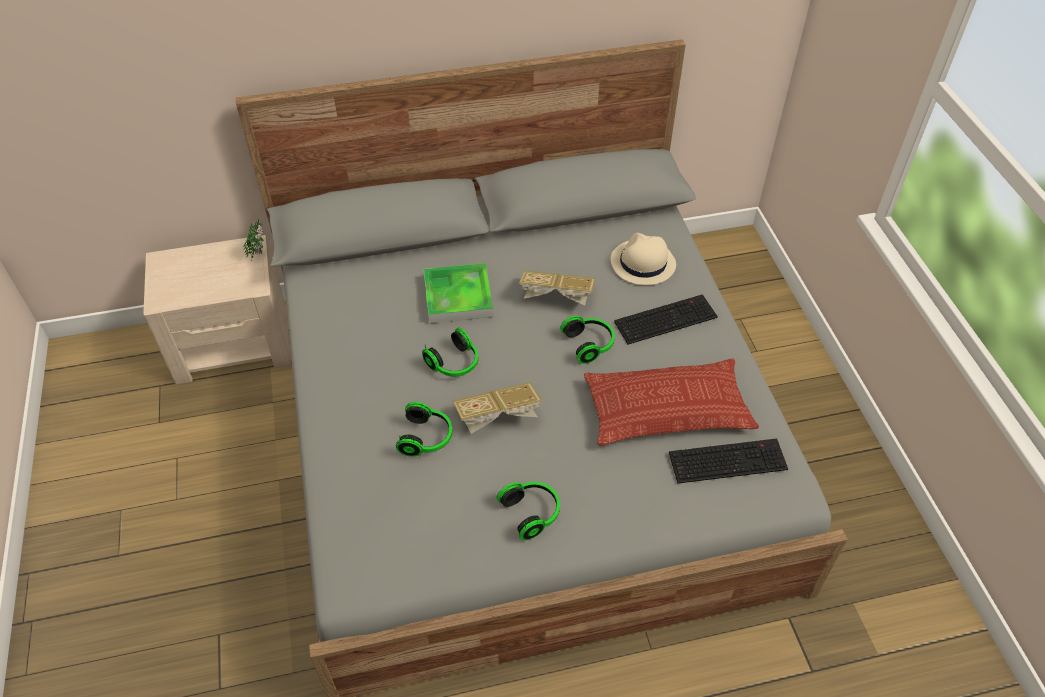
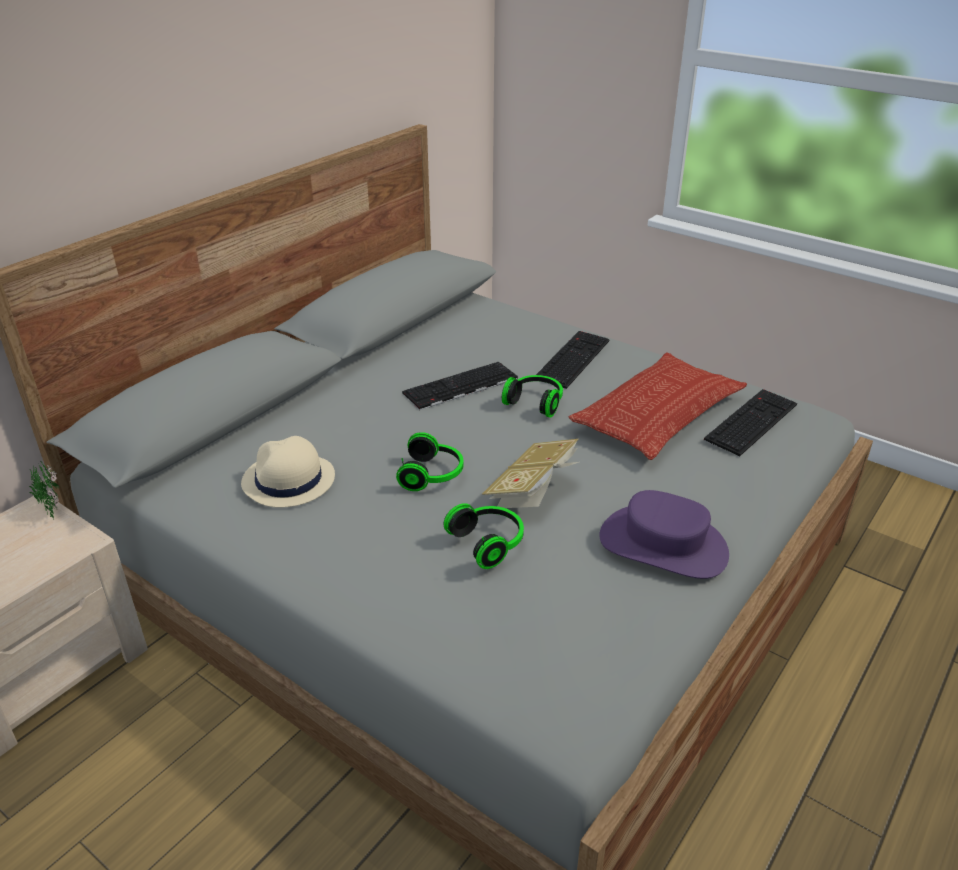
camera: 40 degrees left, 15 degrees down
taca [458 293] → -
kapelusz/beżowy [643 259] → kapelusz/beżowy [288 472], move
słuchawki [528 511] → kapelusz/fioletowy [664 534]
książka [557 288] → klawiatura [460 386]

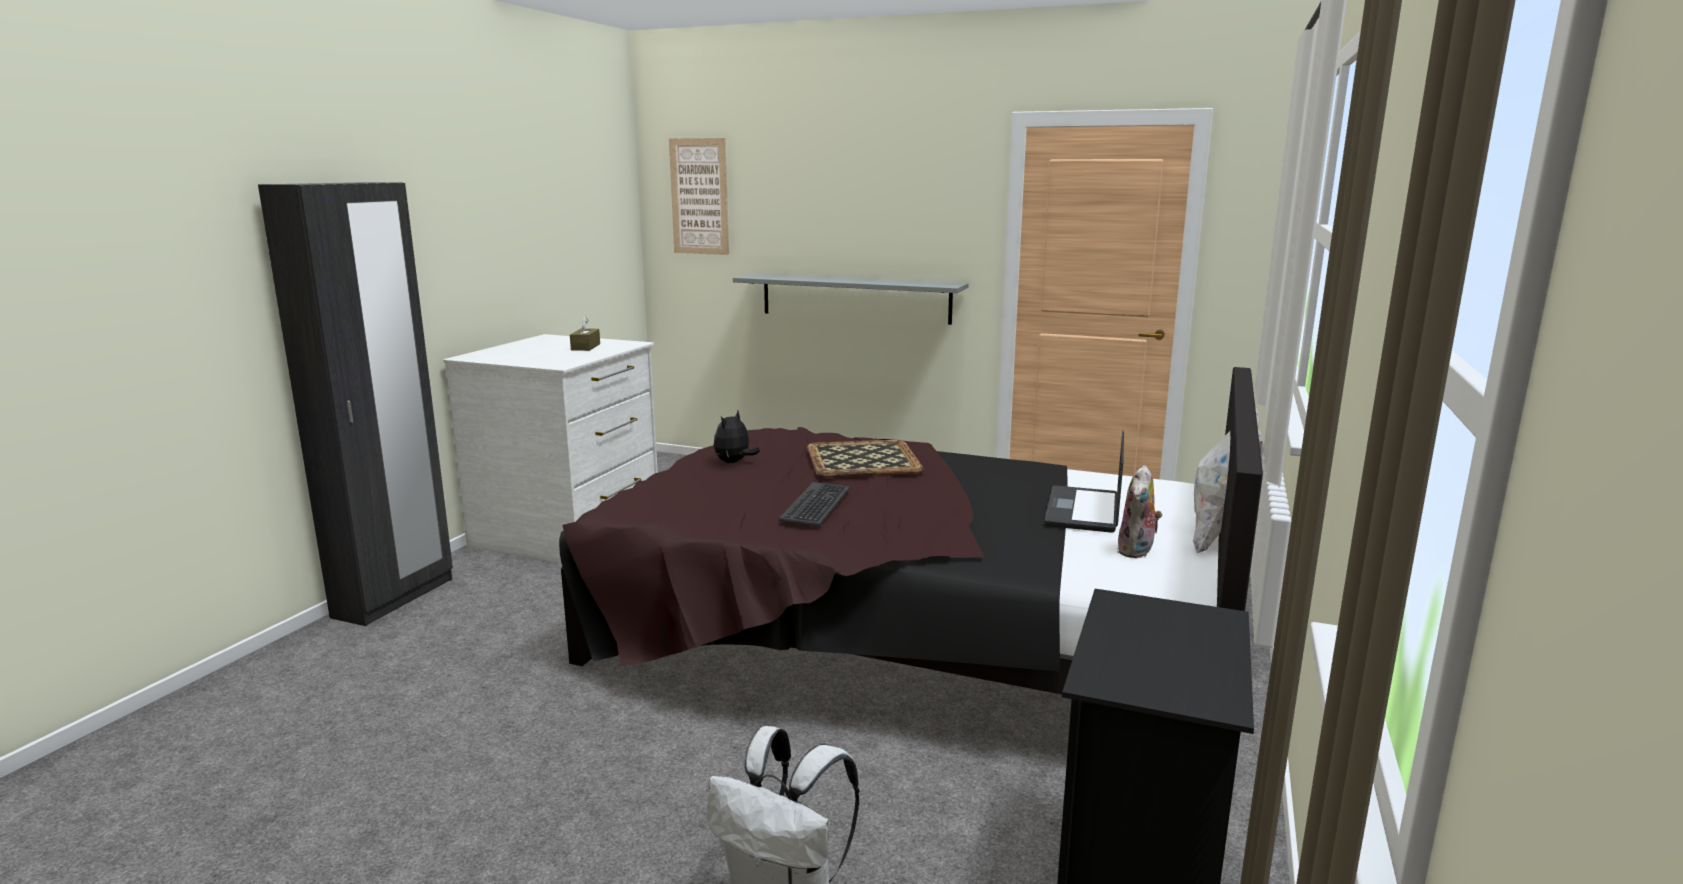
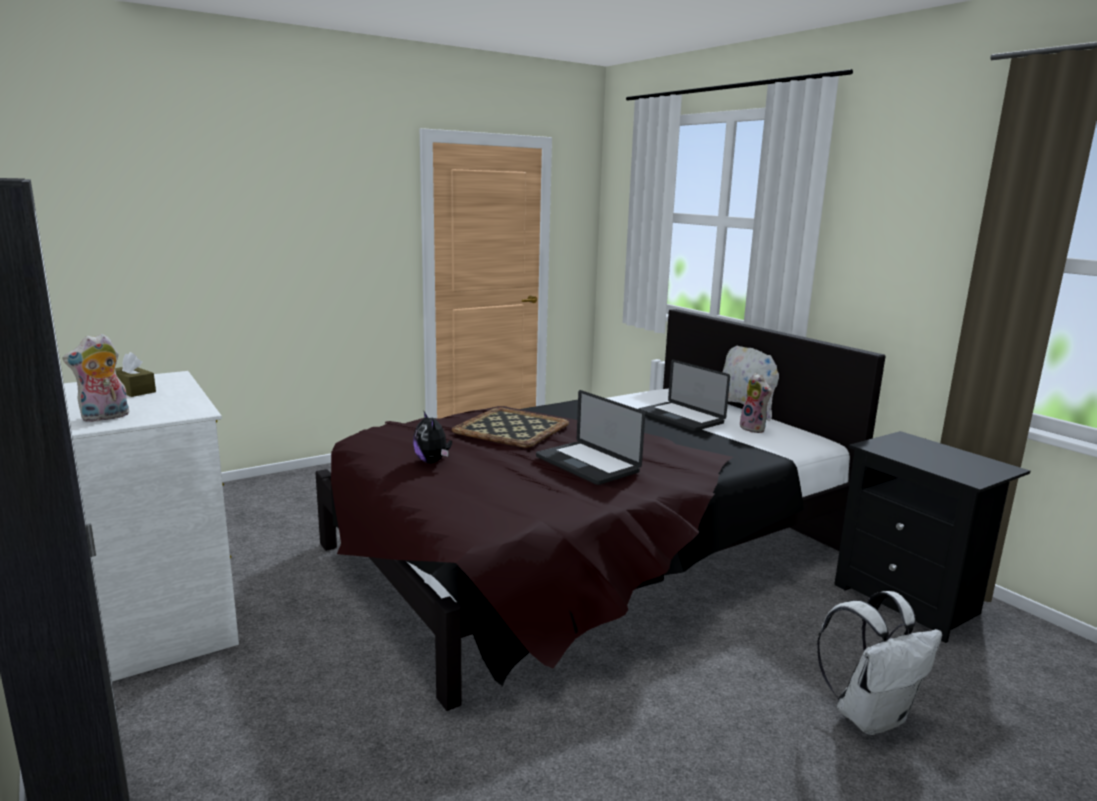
camera: 55 degrees left, 0 degrees up
obraz [699 196] → -
półka/szary [851 299] → -
- → pluszak [95 378]
klawiatura [814 504] → laptop [590 437]

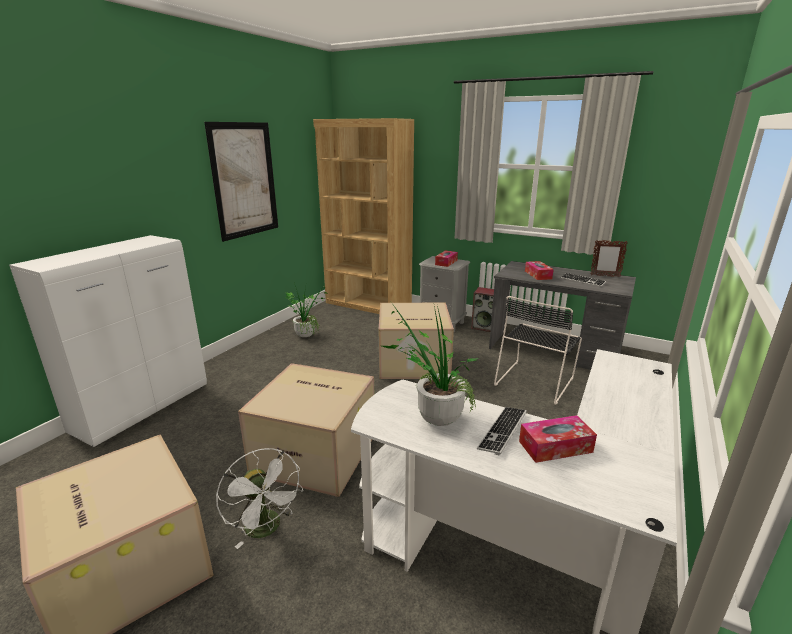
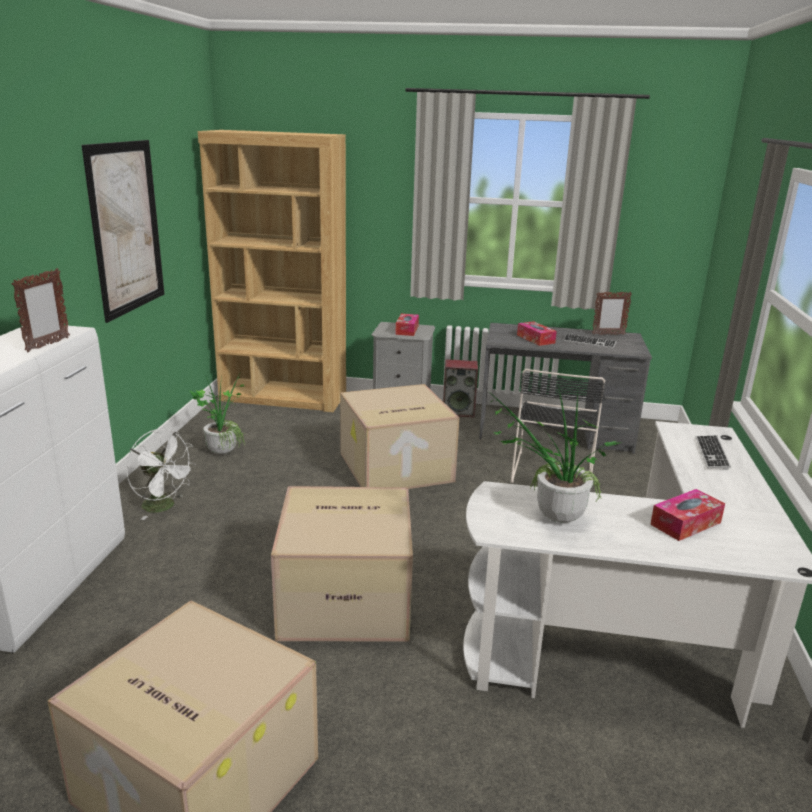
camera: 20 degrees left, 0 degrees up
- → ramka na zdjęcie [41 310]
wentylator/biały [259 498] → wentylator/biały [161 474], move
klawiatura [502 431] → klawiatura [713 452], move

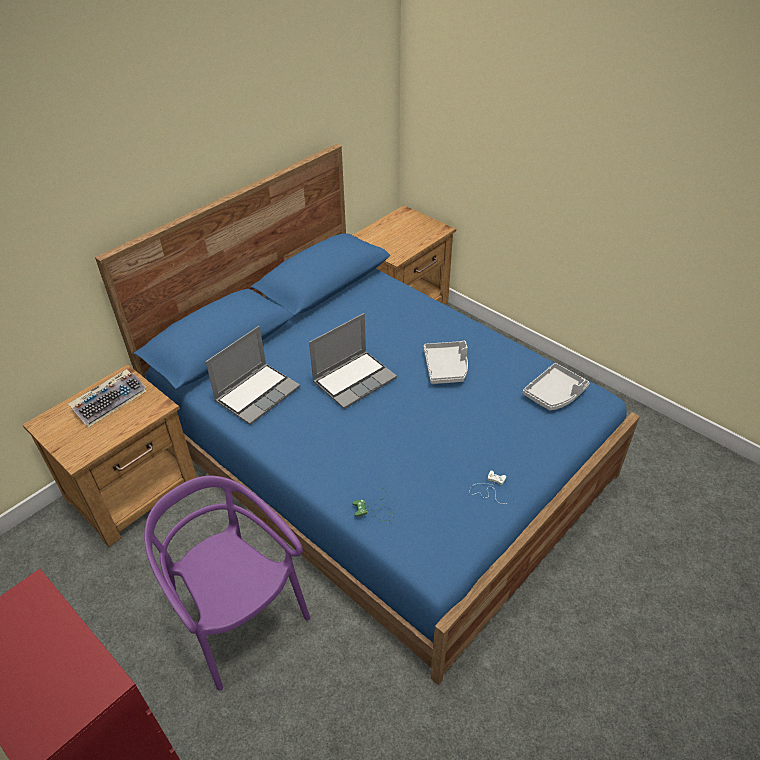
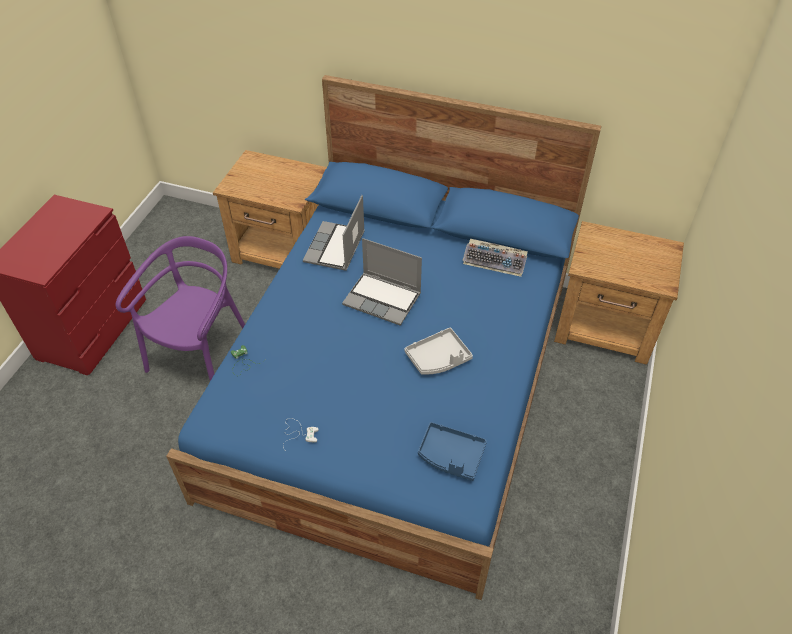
camera: 65 degrees right, 5 degrees up
klawiatura [107 398] → klawiatura [495 258], move
taca/szary [556 387] → taca/niebieski [452 451]
laptop [253 375] → laptop [334 233], 90 degrees clockwise

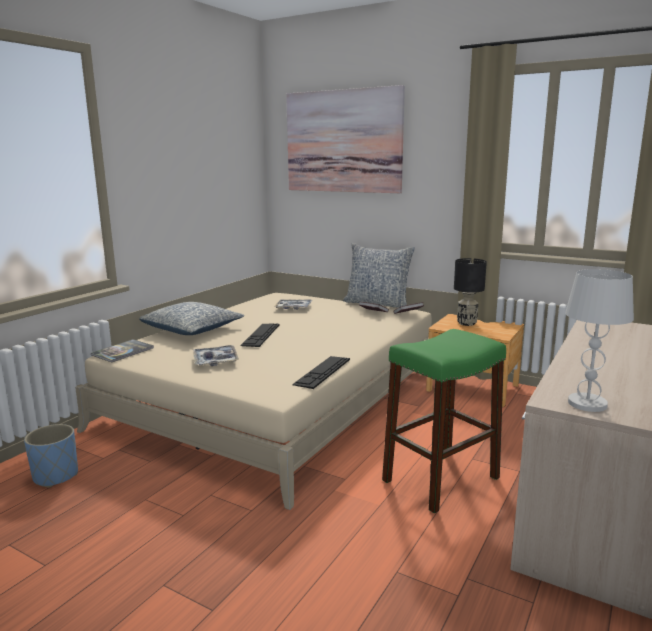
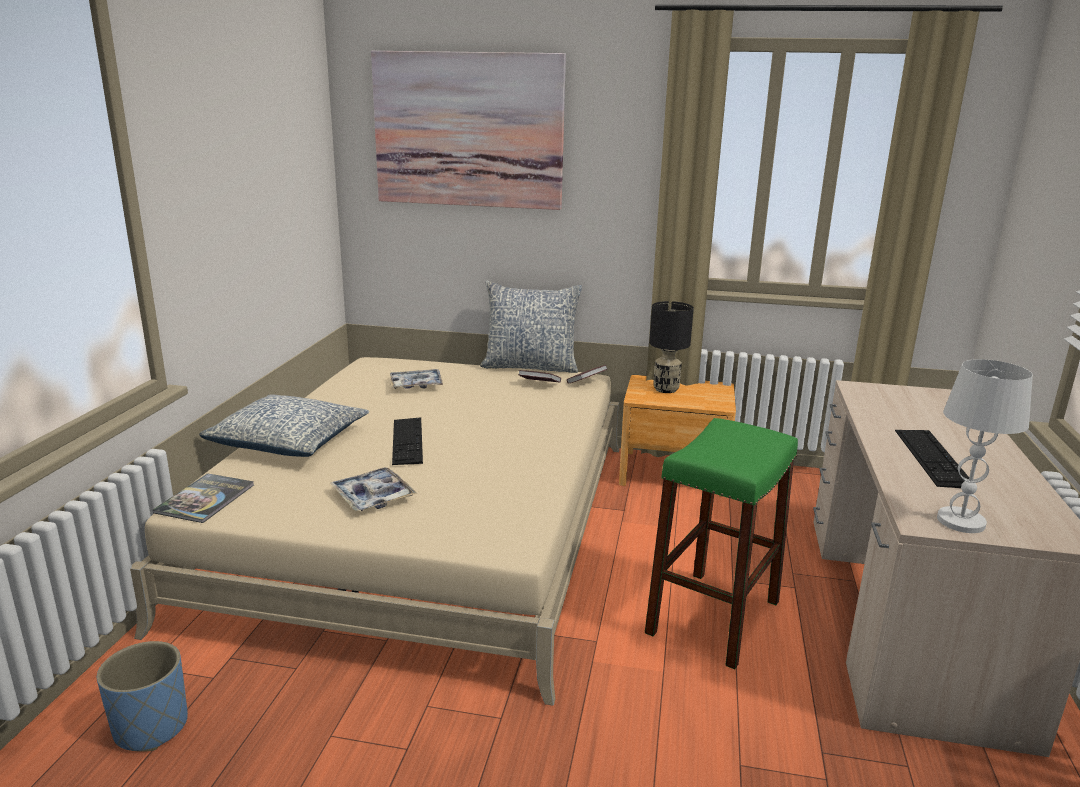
camera: 20 degrees left, 5 degrees up
klawiatura [321 372] → klawiatura [932 459], move

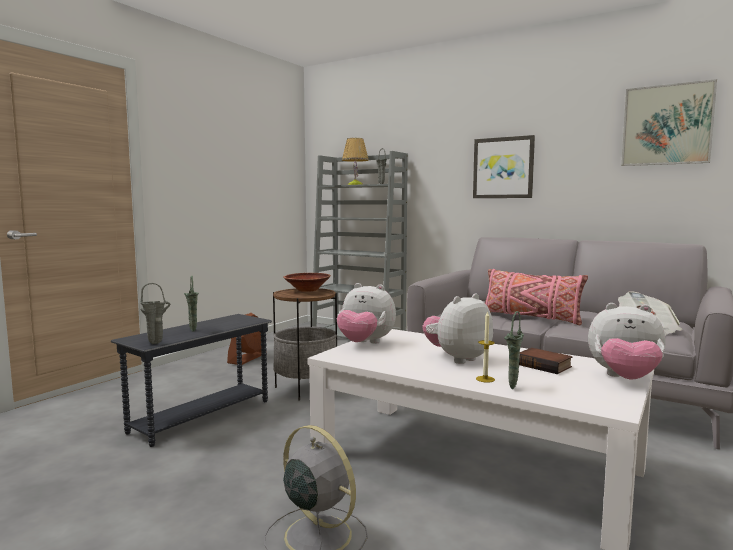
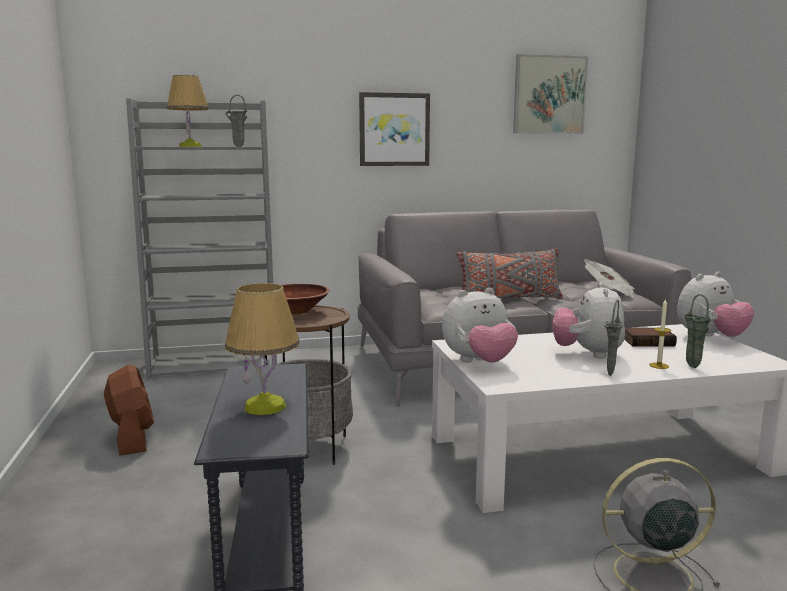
camera: 45 degrees left, 5 degrees up
wazon/szary [155 313] → wazon/szary [613 338], move
wazon/zielony [191 303] → lampa stołowa [262 349]
poduszka/różowy [536 297] → poduszka/szary [510 273]

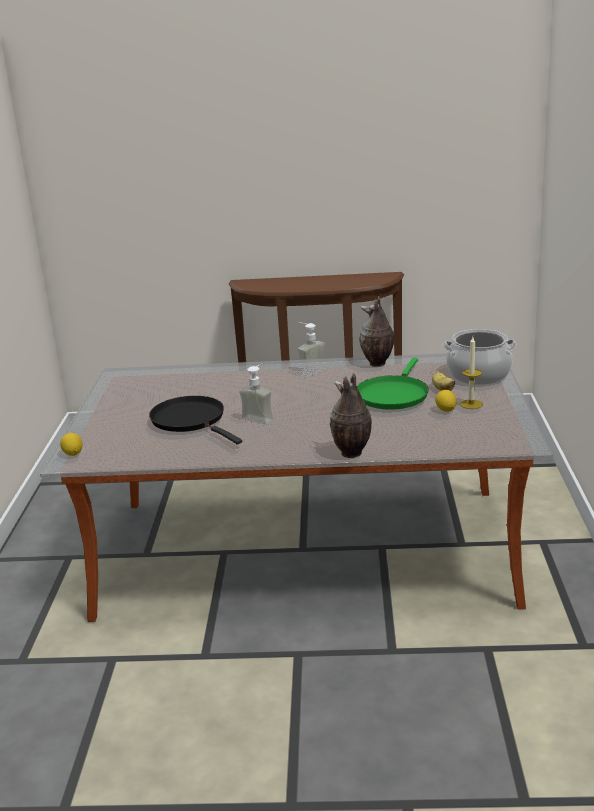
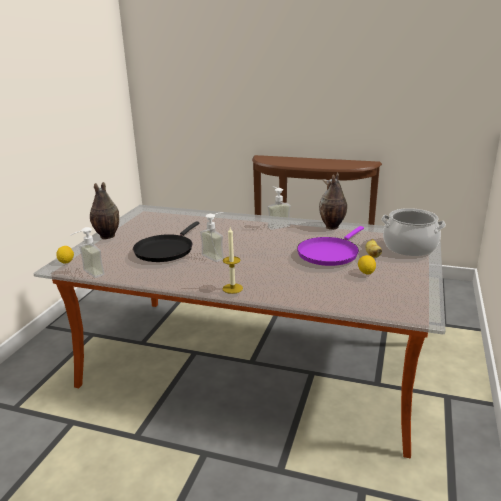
camera: 15 degrees right, 0 degrees up
- → dozownik mydła [88 252]
wazon [351 415] → wazon [104 210], move
świeca [471 373] → świeca [233 260], move
patelnia/zielony [393 384] → patelnia/fioletowy [330 246]
patelnia/czarny [195 420] → patelnia/czarny [166 241], 135 degrees counterclockwise

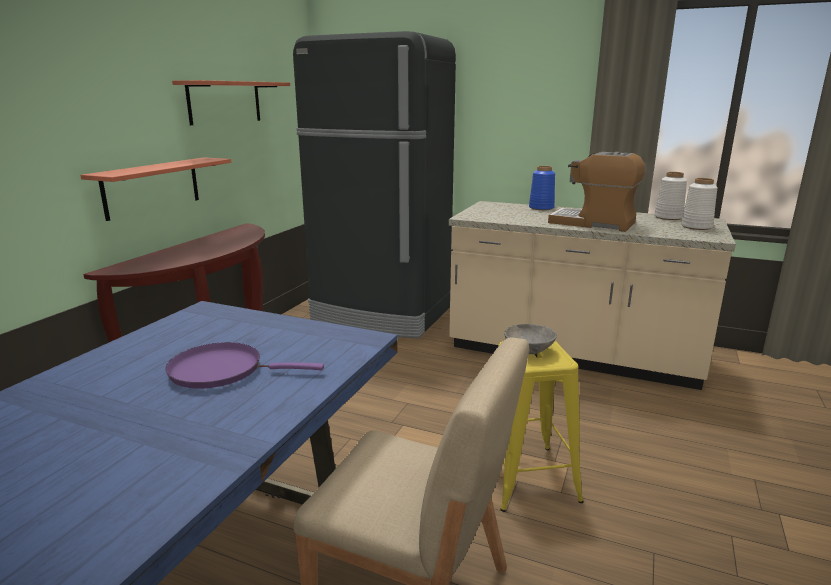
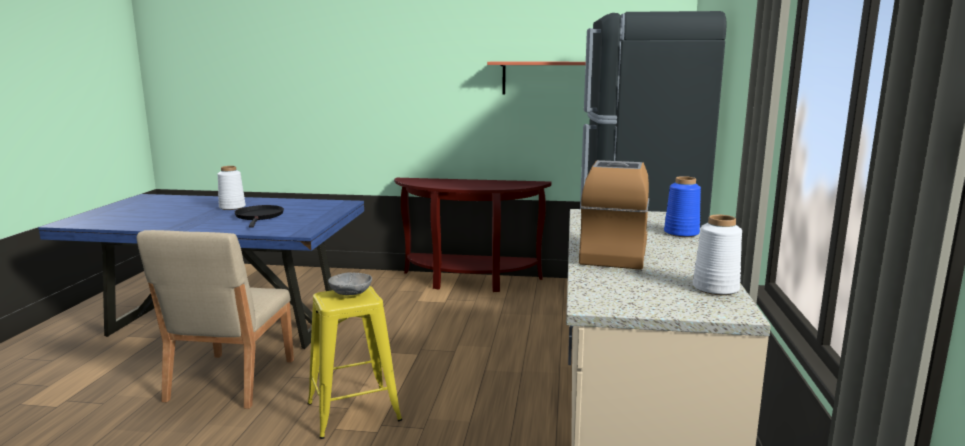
camera: 75 degrees right, 5 degrees down
półka [155 189] → -
wazon/biały [699 204] → wazon/biały [231 188], move
patelnia/fioletowy [244 365] → patelnia/czarny [259 216]

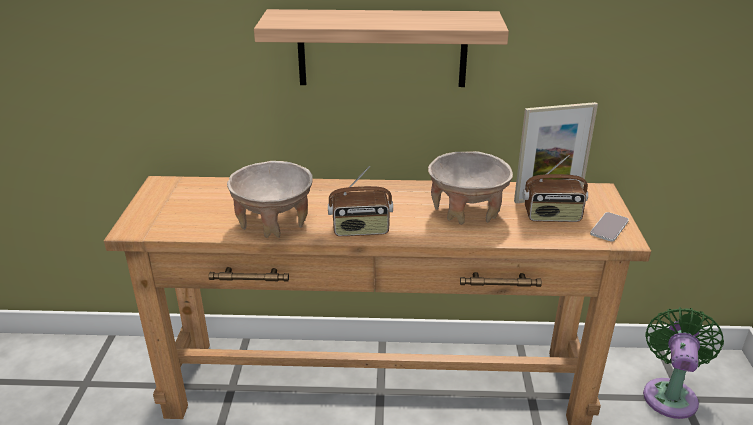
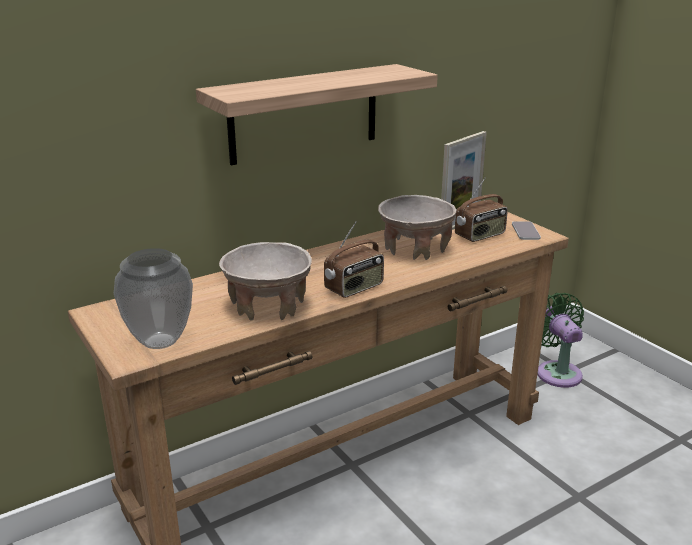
camera: 35 degrees left, 5 degrees down
- → wazon [153 298]

